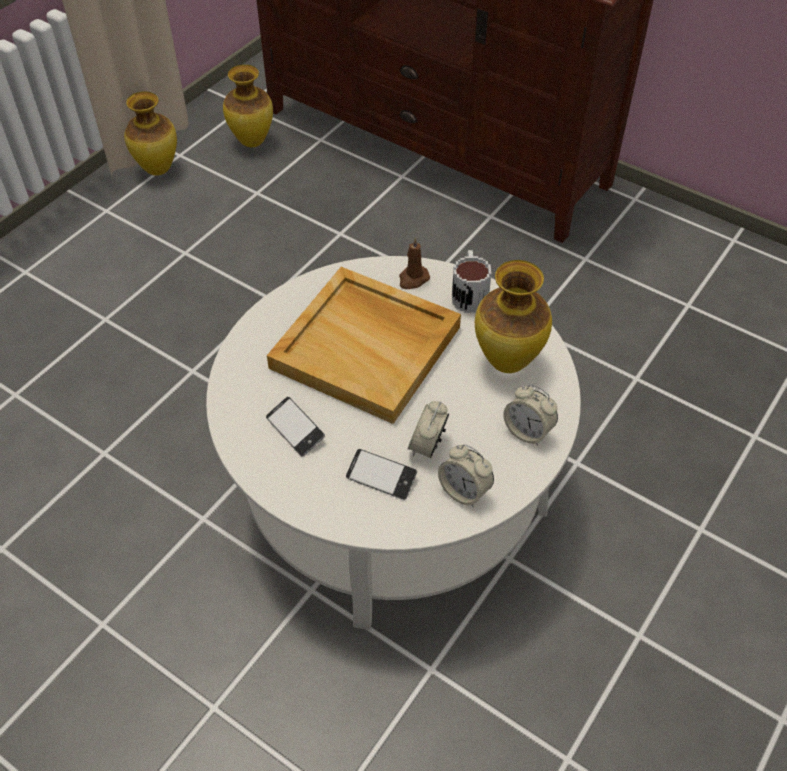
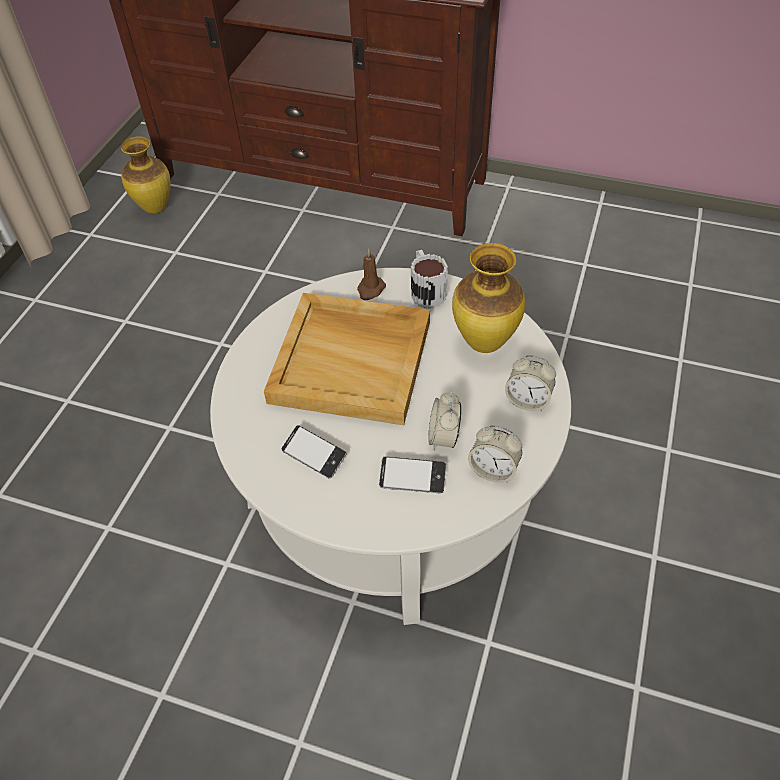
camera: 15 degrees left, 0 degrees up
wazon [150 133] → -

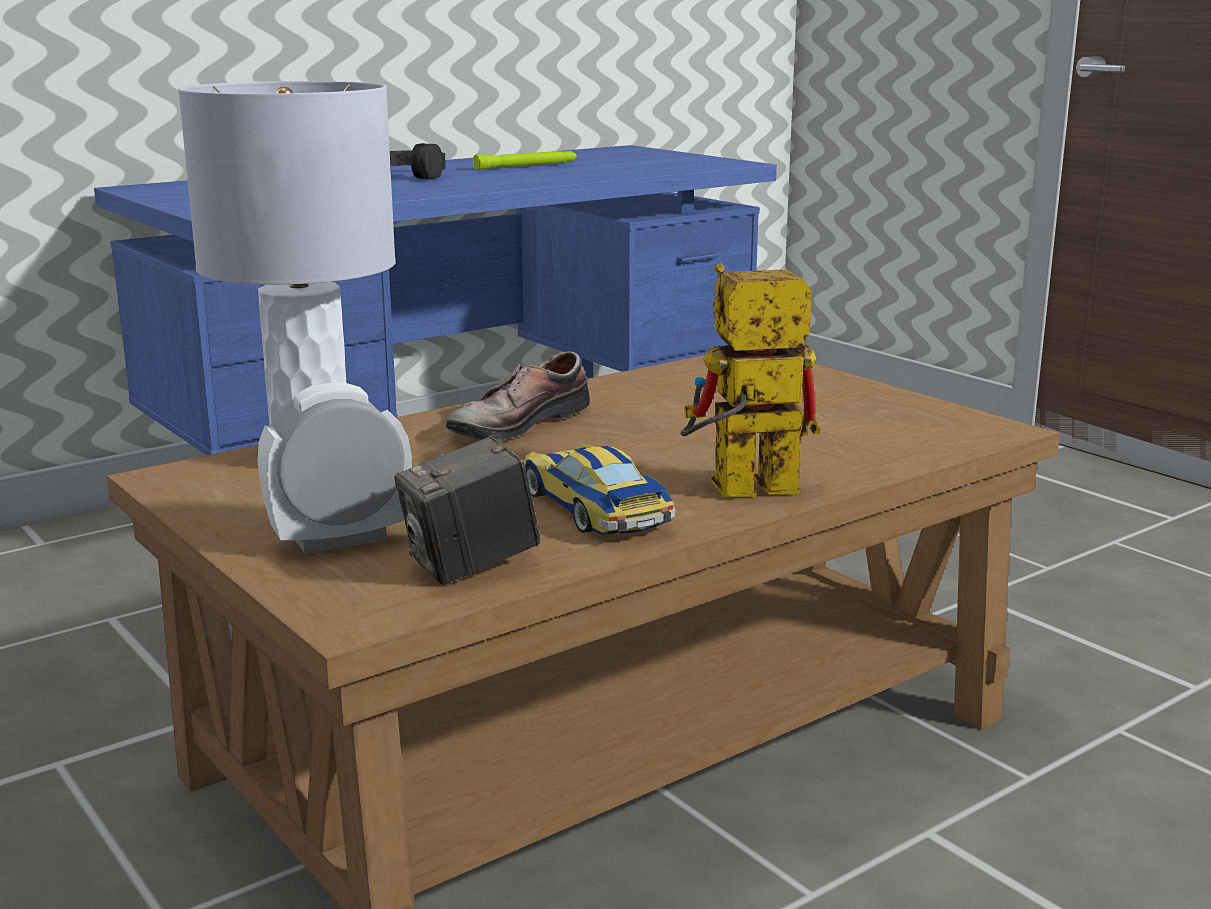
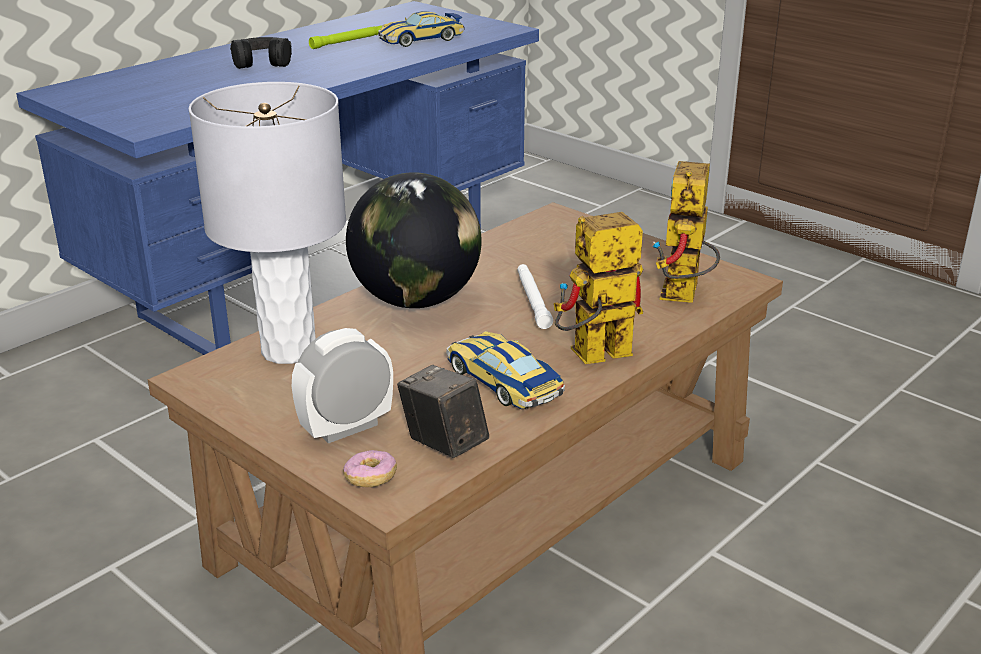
camera: 10 degrees left, 10 degrees up
- → donut [370 468]
- → samochodzik [421 29]
- → latarka/biały [535 296]
- → robot zabawkowy [686 232]
but [518 396] → globus [414 240]
aparat fotograficzny [467 510] → aparat fotograficzny [443 411], 90 degrees clockwise

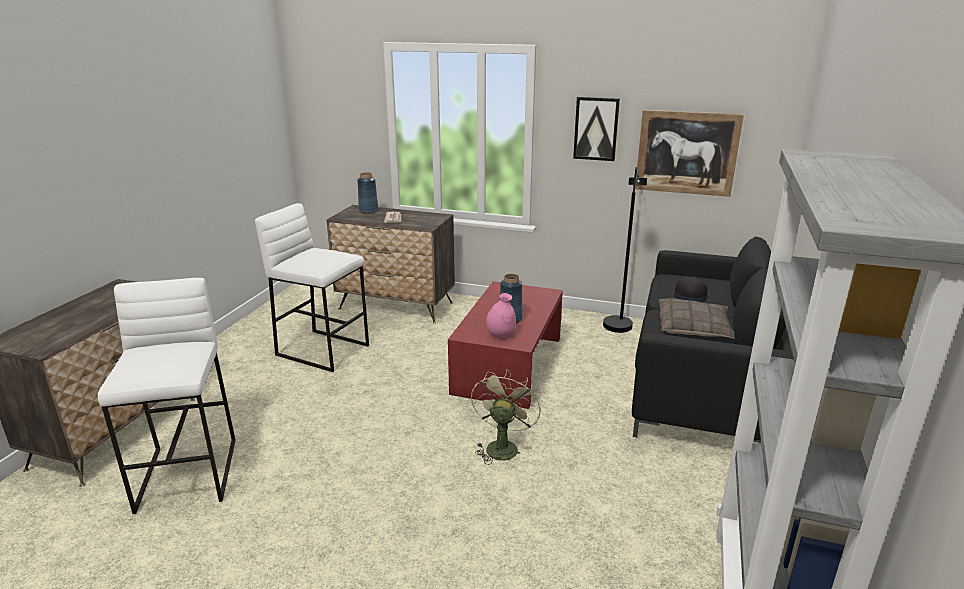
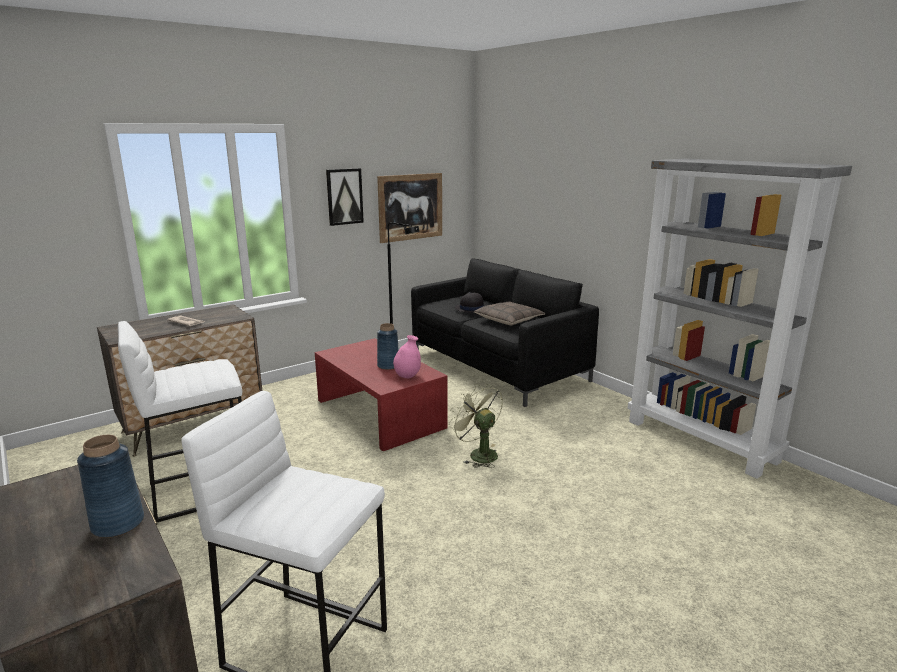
camera: 55 degrees left, 5 degrees down
wazon/niebieski [368 193] → wazon/niebieski [110 486], move

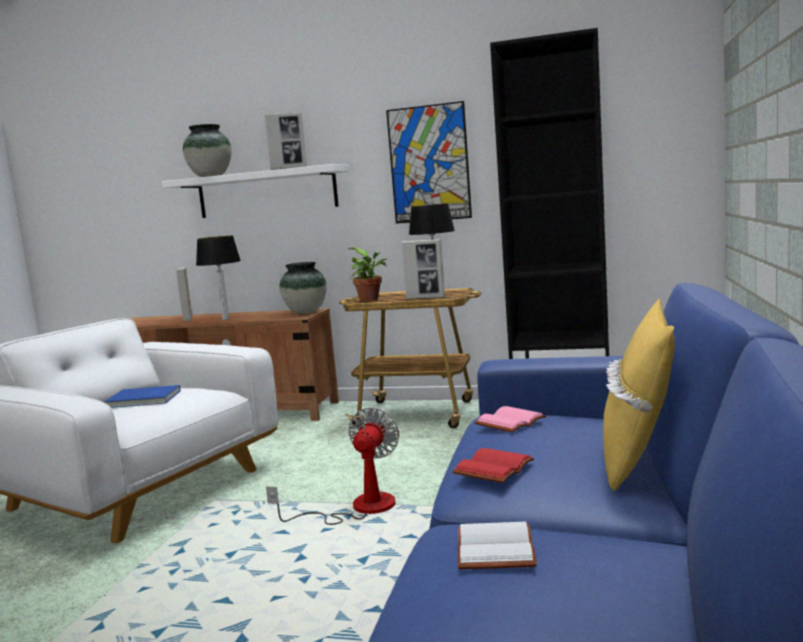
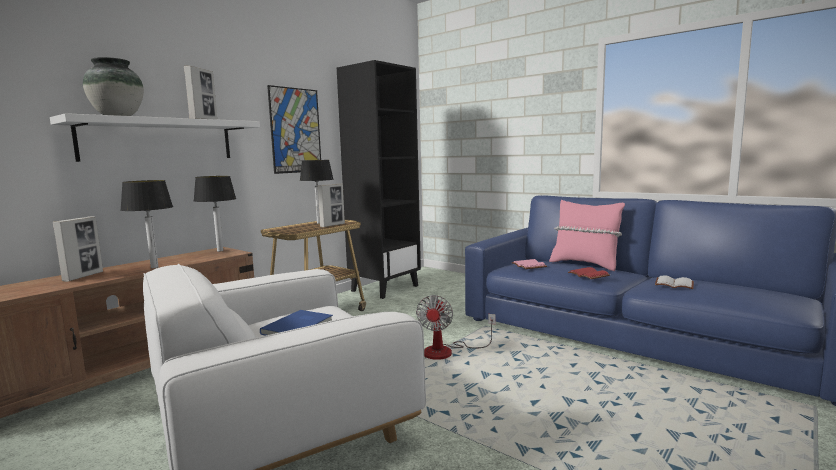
camera: 65 degrees left, 0 degrees up
roślina doniczkowa [367 274] → -
wazon [303 288] → lampa stołowa [215 214]
poduszka/żółty [639 395] → poduszka/różowy [587 235]
ramka na zdjęcie [184 294] → ramka na zdjęcie [78 249], 90 degrees counterclockwise
wentylator [332 466] → wentylator [456 327], 120 degrees counterclockwise

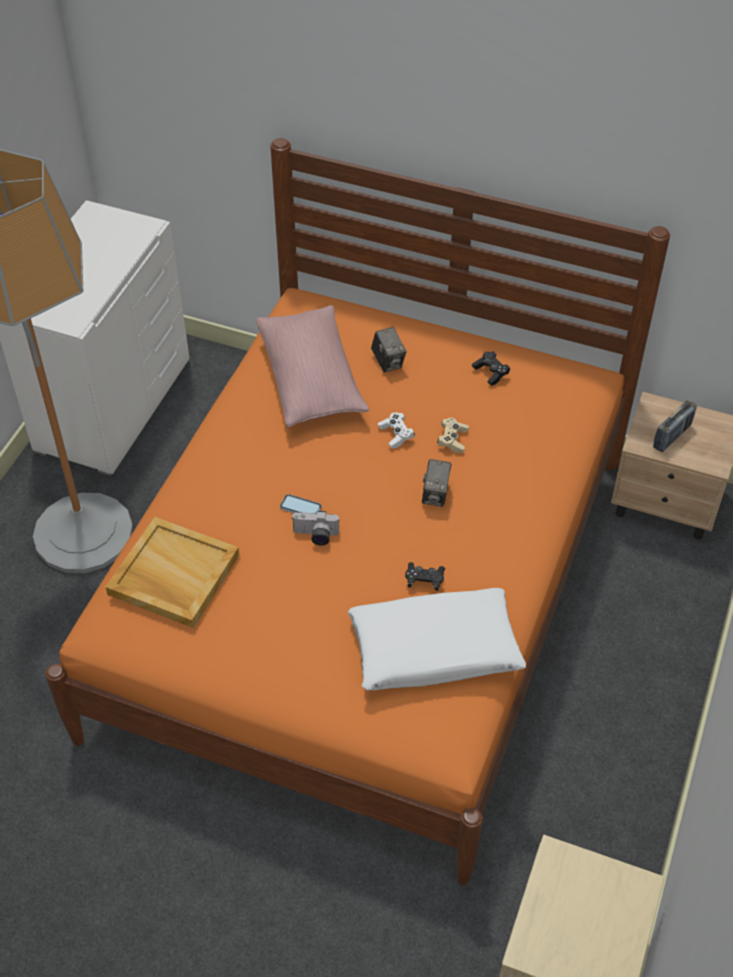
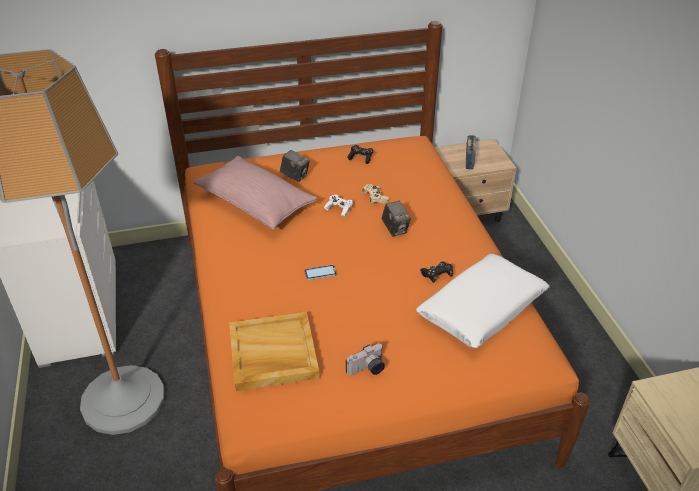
camera: 35 degrees left, 10 degrees down
aparat fotograficzny [315 528] → aparat fotograficzny [365 359], move

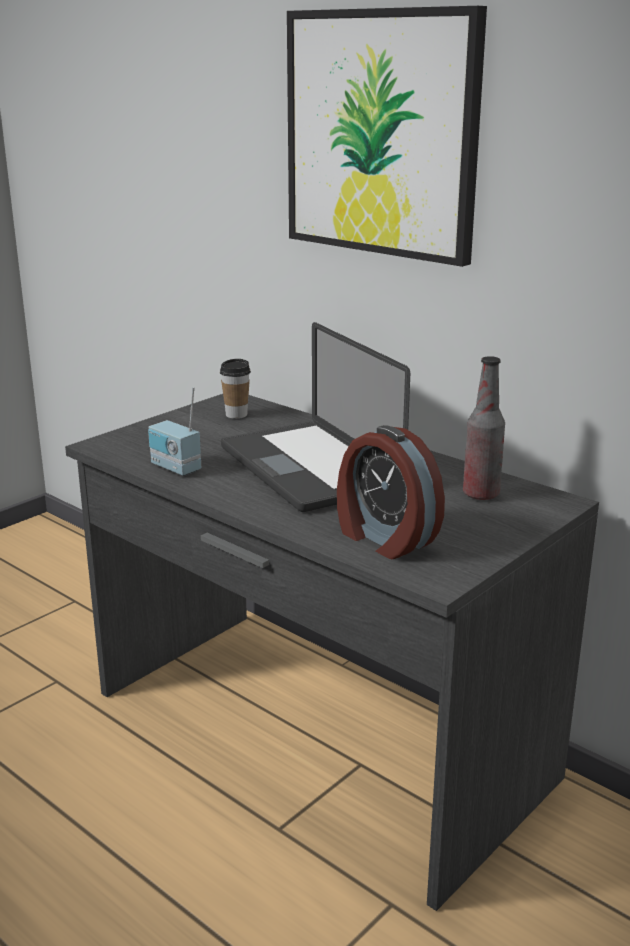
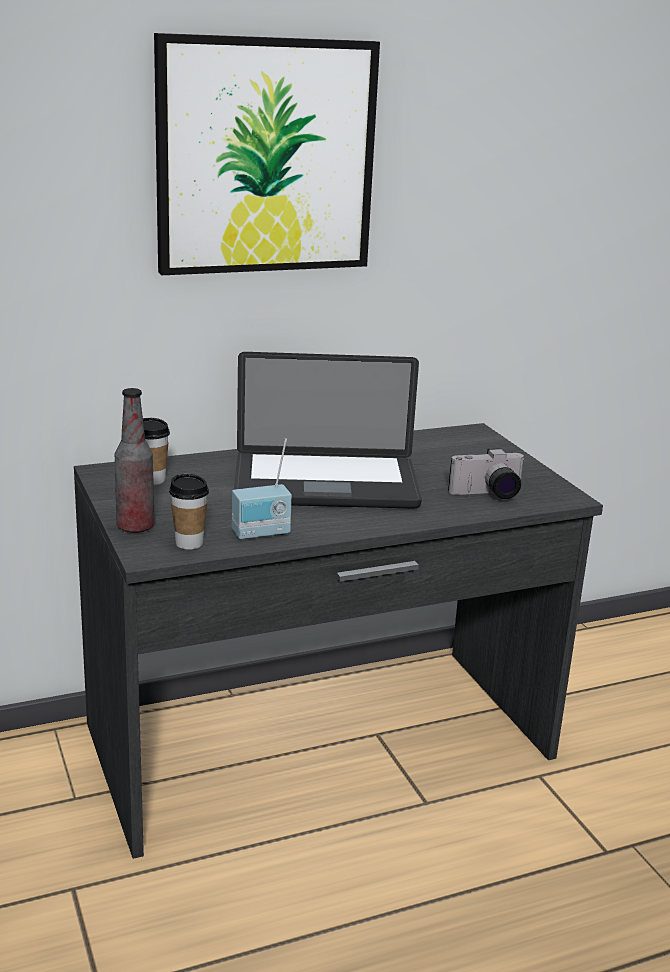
camera: 65 degrees left, 0 degrees up
- → filiżanka [189 512]
butelka [484 428] → butelka [135 460], move
budzik [391 492] → aparat fotograficzny [487 473]

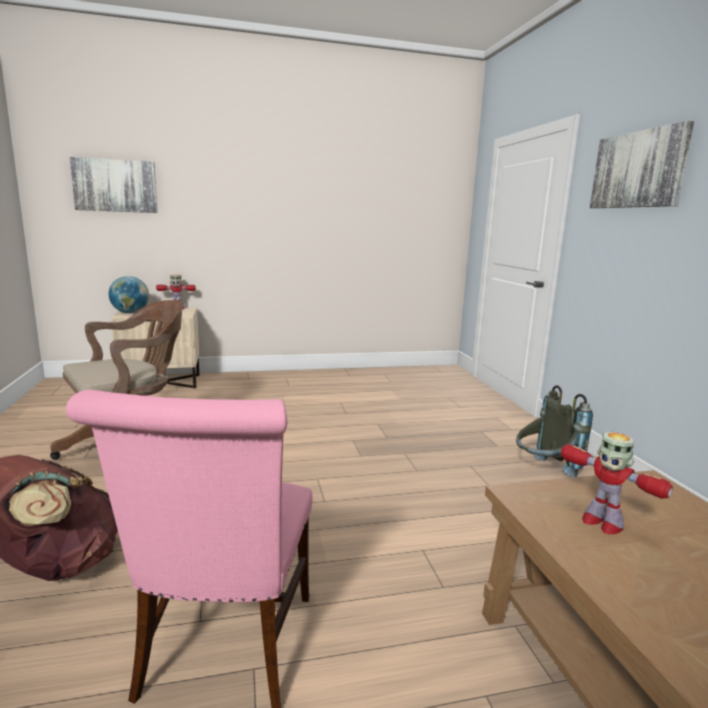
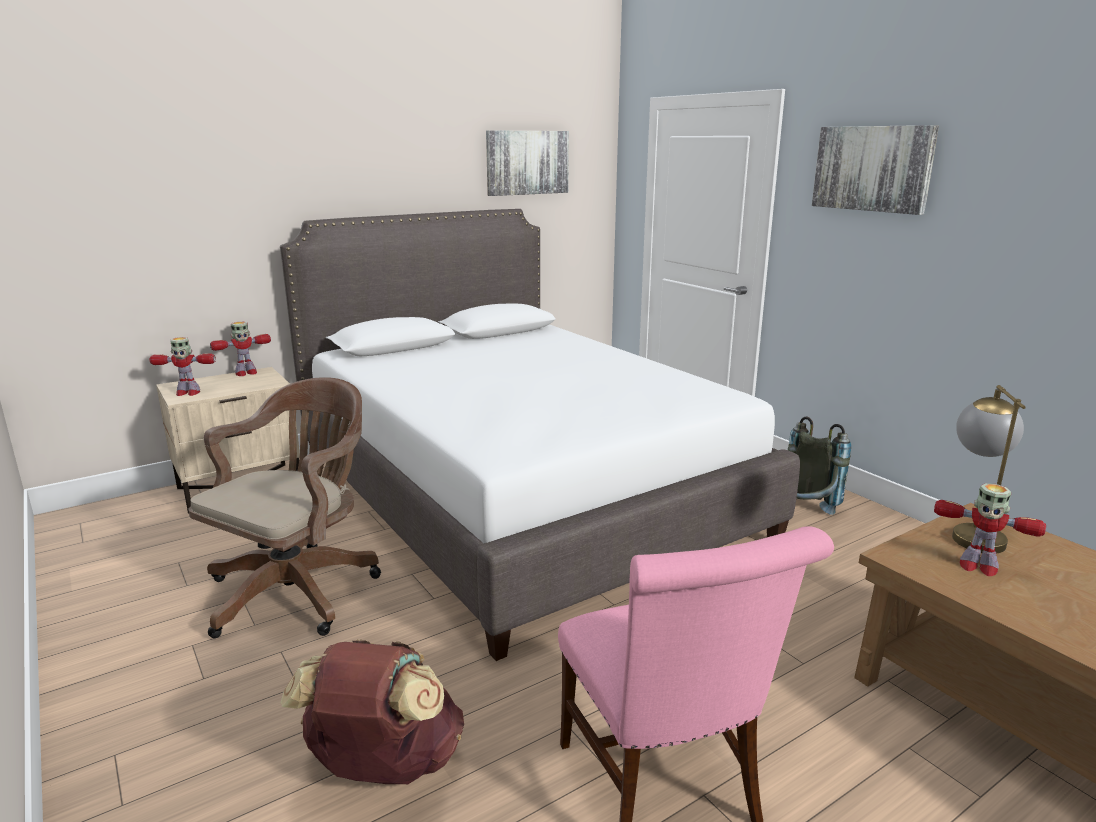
camera: 20 degrees left, 5 degrees up
- → łóżko/biały [540 435]
- → lampa stołowa [989 469]
obraz [113 185] → obraz [527 163], move
globus [128 294] → robot zabawkowy [182 366]

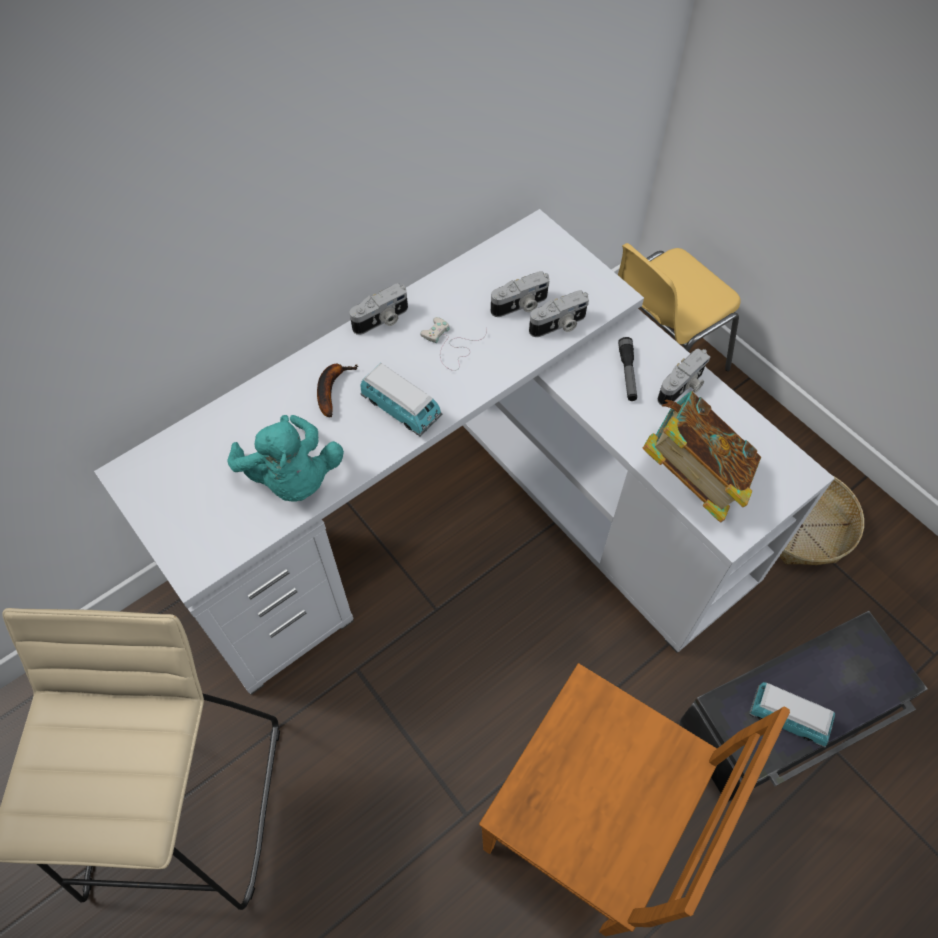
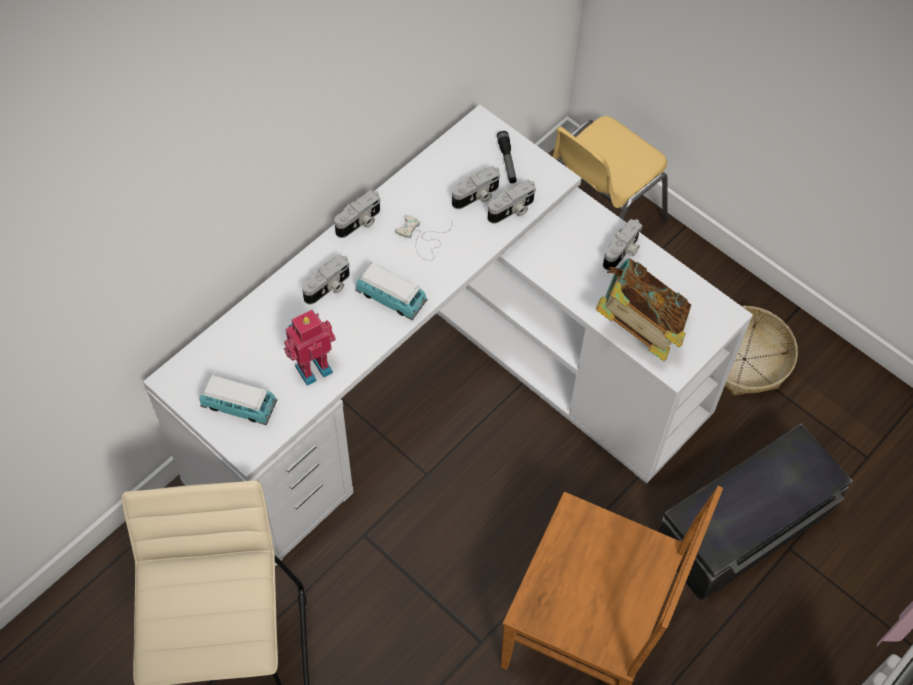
camera: 10 degrees left, 0 degrees up
latarka [627 369] → latarka [507 157], move
samochodzik [792 715] → samochodzik [238 399], move
pluszak/turkusowy [285 458] → robot zabawkowy [310 347]
banan [337 390] → aparat fotograficzny [326 280]

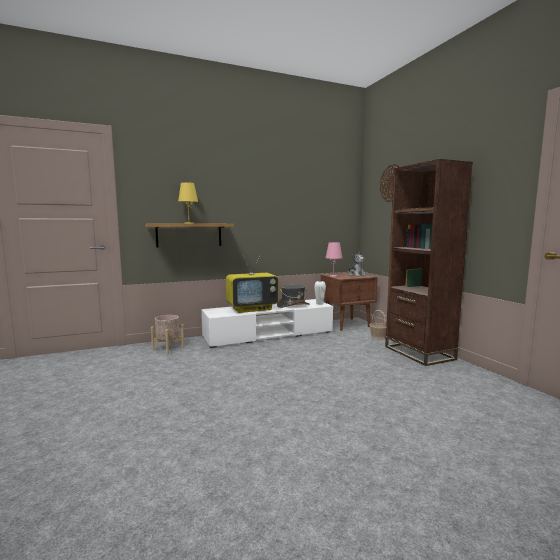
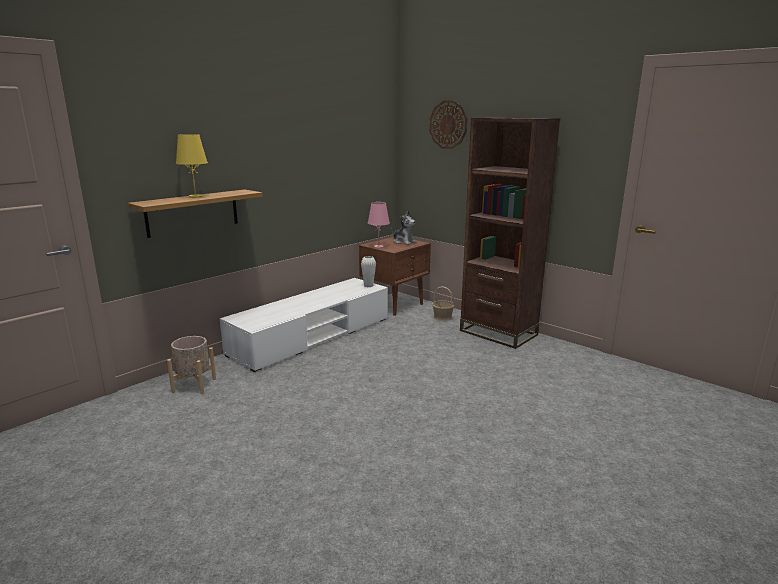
camera: 25 degrees left, 10 degrees up
telewizor [252 283] → -
kapelusz/szary [293 296] → -

